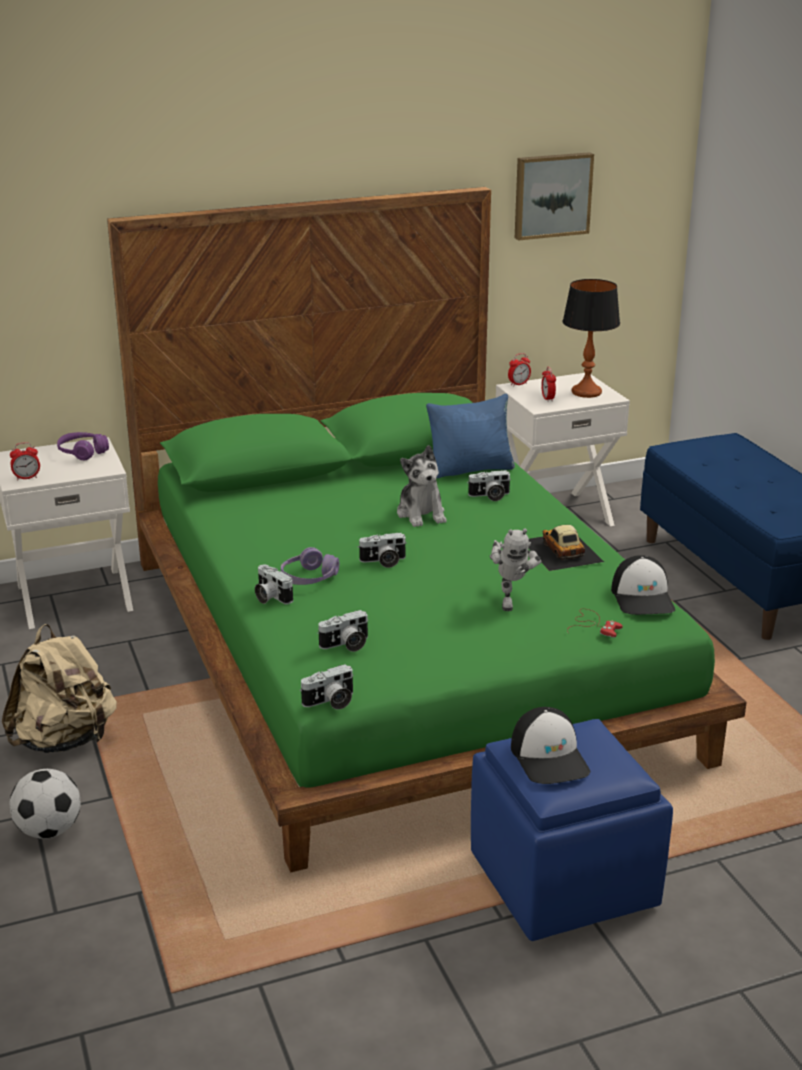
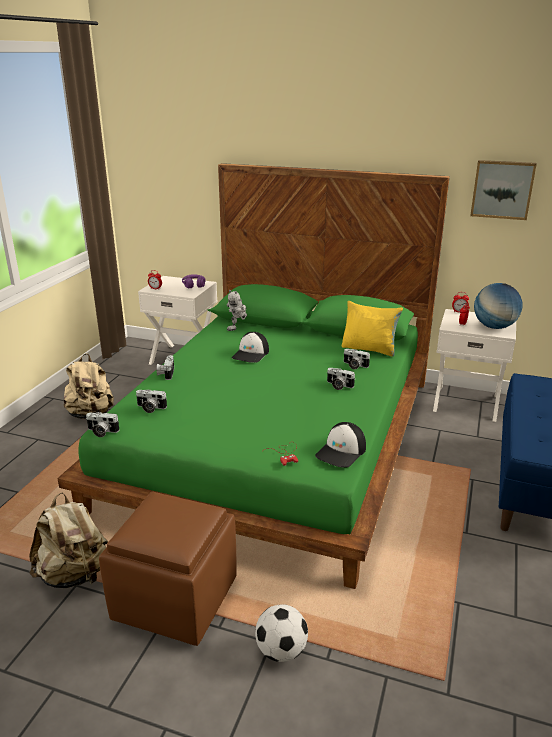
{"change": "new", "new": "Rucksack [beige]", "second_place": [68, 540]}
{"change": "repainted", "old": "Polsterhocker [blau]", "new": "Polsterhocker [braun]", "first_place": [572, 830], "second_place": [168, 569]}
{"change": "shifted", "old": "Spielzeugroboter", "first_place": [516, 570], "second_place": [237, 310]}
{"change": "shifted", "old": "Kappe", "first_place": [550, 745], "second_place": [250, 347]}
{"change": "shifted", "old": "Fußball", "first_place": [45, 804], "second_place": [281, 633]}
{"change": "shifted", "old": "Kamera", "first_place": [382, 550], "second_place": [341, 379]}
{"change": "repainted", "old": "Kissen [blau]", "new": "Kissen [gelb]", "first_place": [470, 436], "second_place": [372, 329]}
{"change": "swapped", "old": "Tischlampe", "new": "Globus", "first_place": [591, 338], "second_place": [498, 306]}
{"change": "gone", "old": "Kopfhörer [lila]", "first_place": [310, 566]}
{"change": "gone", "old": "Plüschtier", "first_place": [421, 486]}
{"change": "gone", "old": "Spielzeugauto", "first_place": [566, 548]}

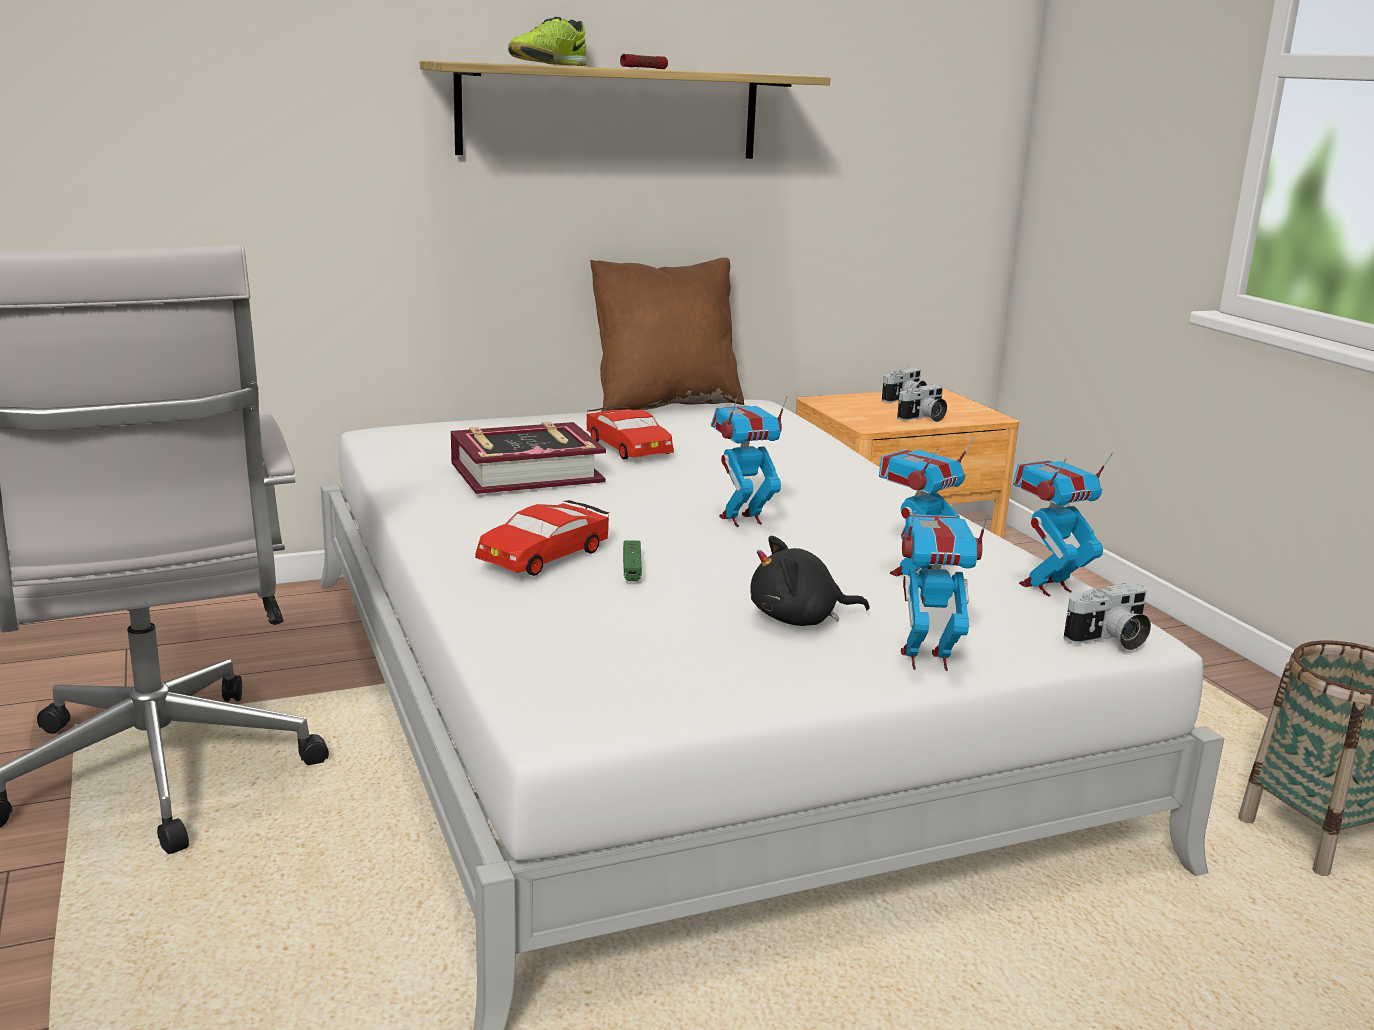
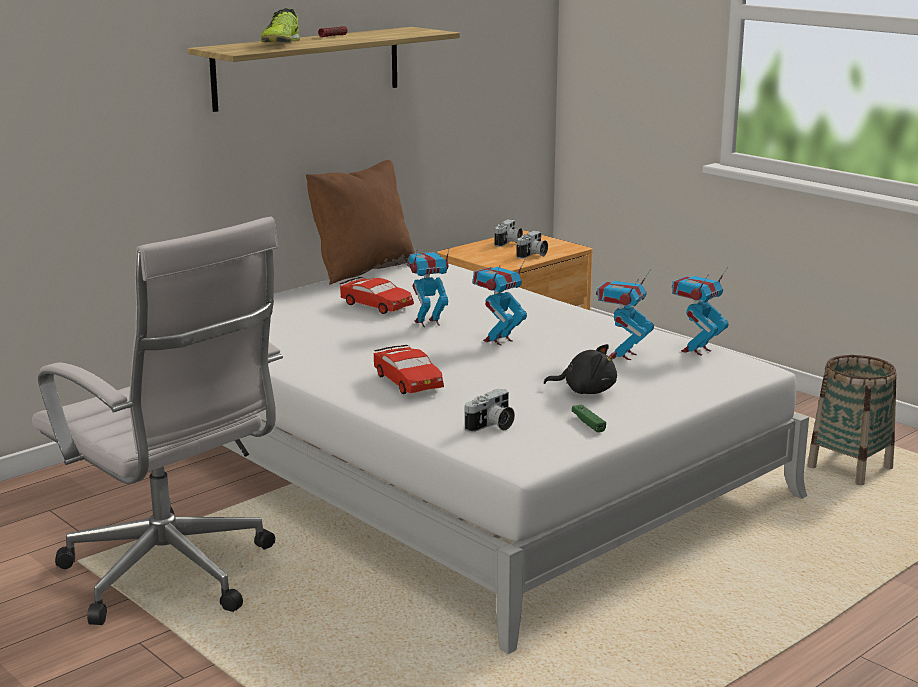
{"change": "rotated", "old": "Spielzeugauto [rot]", "first_place": [542, 538], "second_place": [409, 369], "degrees": -45}
{"change": "shifted", "old": "Spielzeugroboter", "first_place": [944, 591], "second_place": [428, 286]}
{"change": "shifted", "old": "Kamera", "first_place": [1107, 616], "second_place": [490, 410]}
{"change": "rotated", "old": "Plüschtier [schwarz]", "first_place": [810, 581], "second_place": [580, 369], "degrees": -135}
{"change": "shifted", "old": "Gamepad [grün]", "first_place": [632, 560], "second_place": [589, 418]}
{"change": "gone", "old": "Buch", "first_place": [528, 458]}

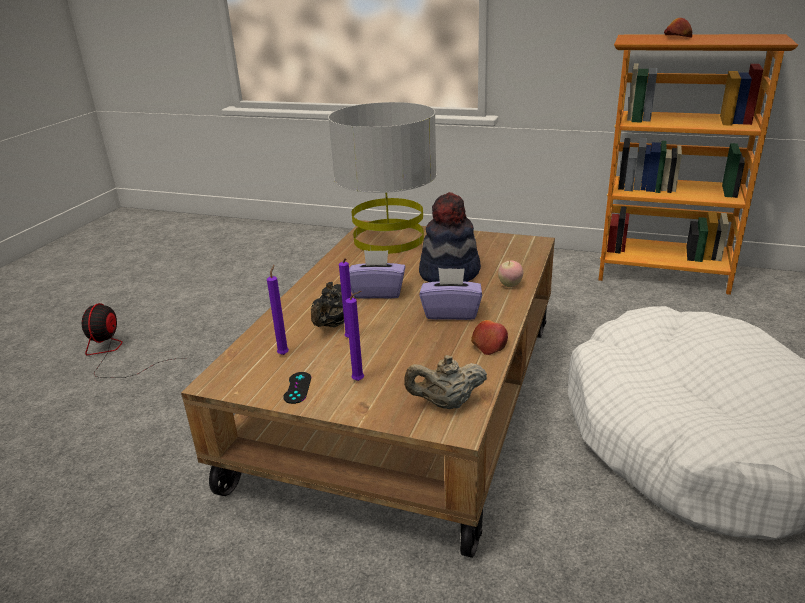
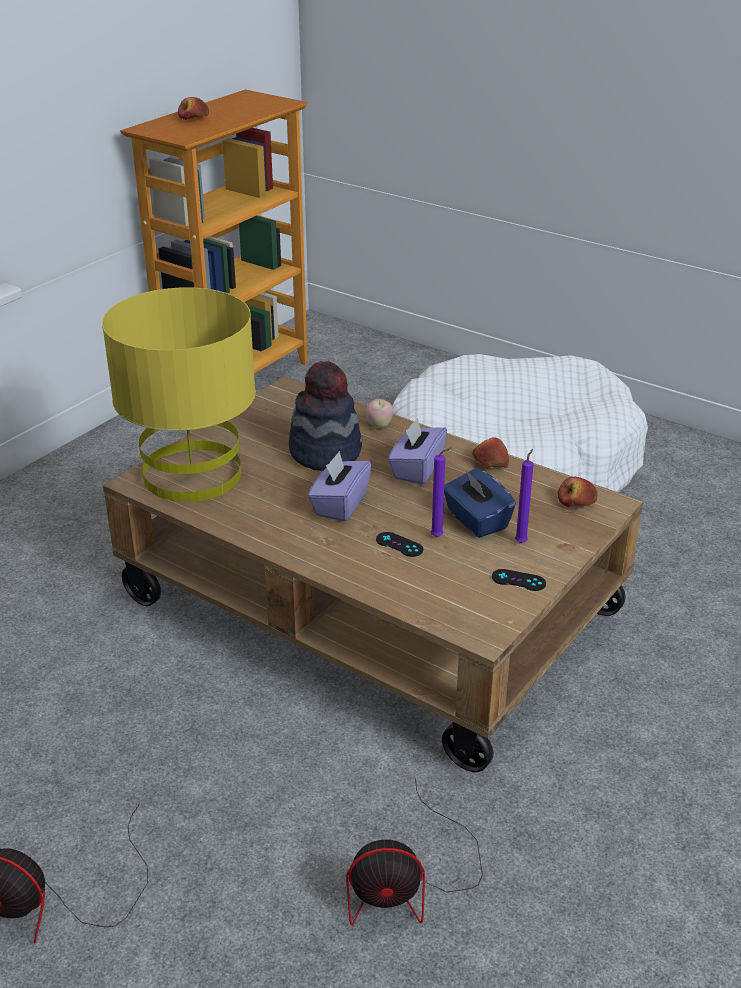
{"change": "repainted", "old": "Tischlampe [grau]", "new": "Tischlampe [gelb]", "first_place": [382, 178], "second_place": [179, 394]}
{"change": "new", "new": "Ventilator", "second_place": [414, 852]}
{"change": "swapped", "old": "Teekanne [schwarz]", "new": "Gamepad [schwarz]", "first_place": [327, 304], "second_place": [399, 544]}
{"change": "new", "new": "Taschentuchbox [blau]", "second_place": [480, 503]}
{"change": "swapped", "old": "Teekanne [beige]", "new": "Apfel", "first_place": [445, 382], "second_place": [577, 492]}
{"change": "gone", "old": "Kerze [lila]", "first_place": [278, 310]}

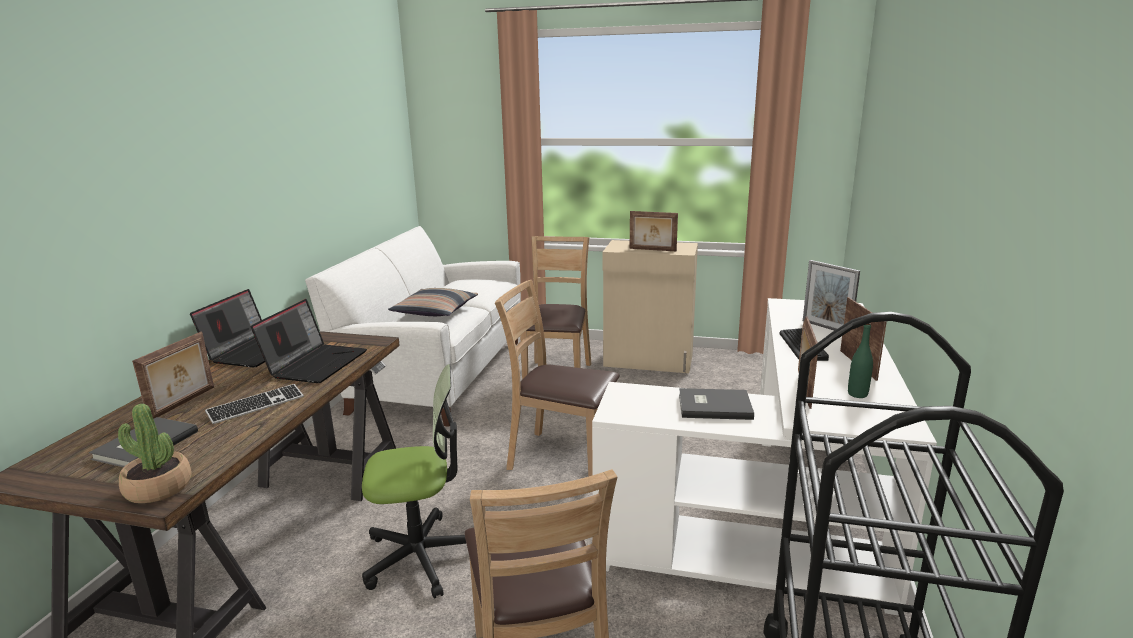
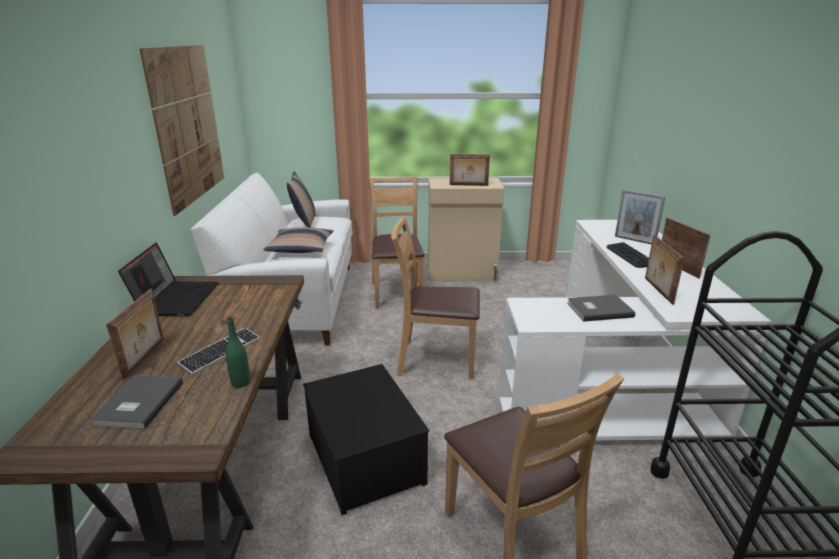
{"change": "new", "new": "Bild", "second_place": [182, 130]}
{"change": "shifted", "old": "Flasche [grün]", "first_place": [860, 360], "second_place": [238, 352]}
{"change": "new", "new": "Kissen", "second_place": [301, 199]}
{"change": "swapped", "old": "Bürostuhl", "new": "Aufbewahrungsbox", "first_place": [414, 481], "second_place": [366, 439]}
{"change": "gone", "old": "Topfpflanze", "first_place": [155, 453]}
{"change": "gone", "old": "Laptop", "first_place": [309, 341]}

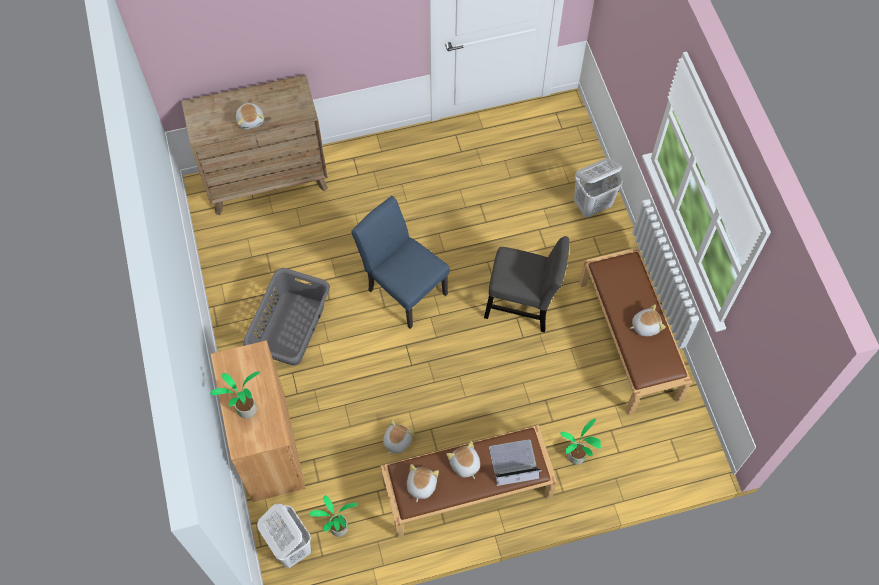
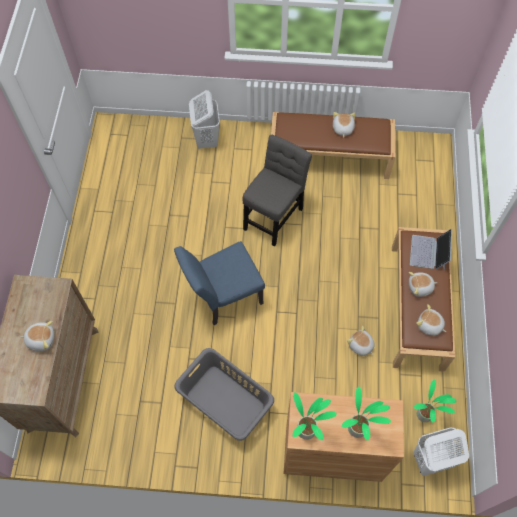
{"change": "shifted", "old": "Topfpflanze", "first_place": [580, 442], "second_place": [315, 416]}

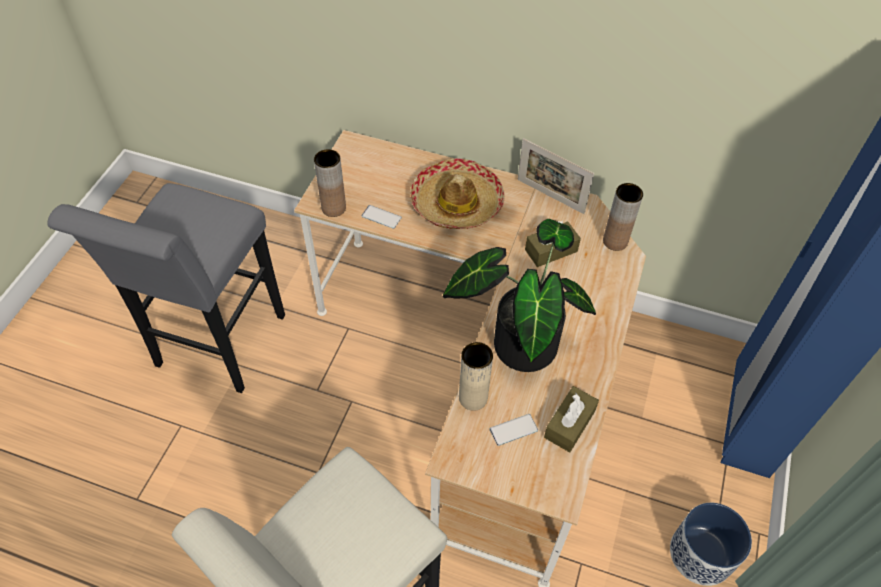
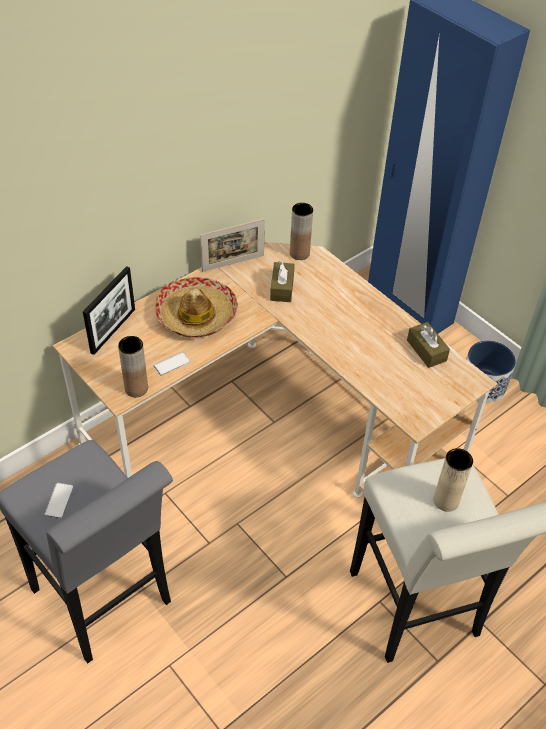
{"change": "shifted", "old": "Handy", "first_place": [514, 430], "second_place": [59, 501]}
{"change": "new", "new": "Bilderrahmen", "second_place": [109, 310]}
{"change": "shifted", "old": "Vase [beige]", "first_place": [476, 376], "second_place": [453, 480]}
{"change": "gone", "old": "Topfpflanze", "first_place": [519, 295]}

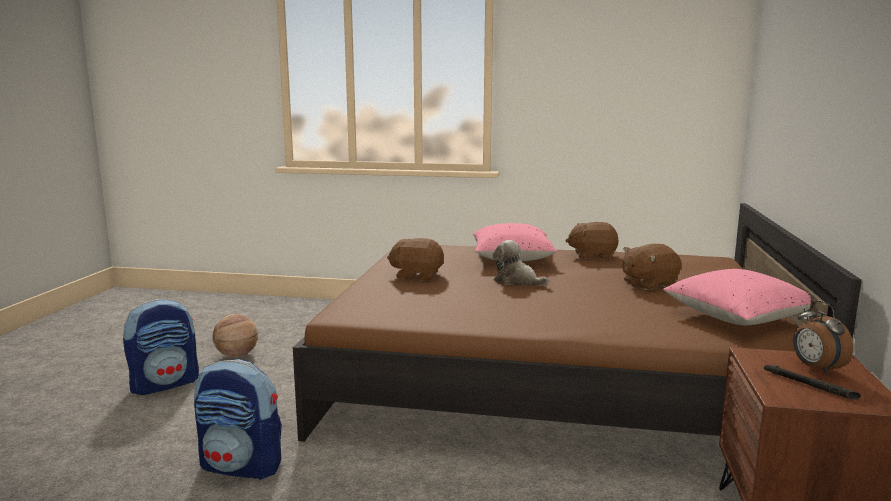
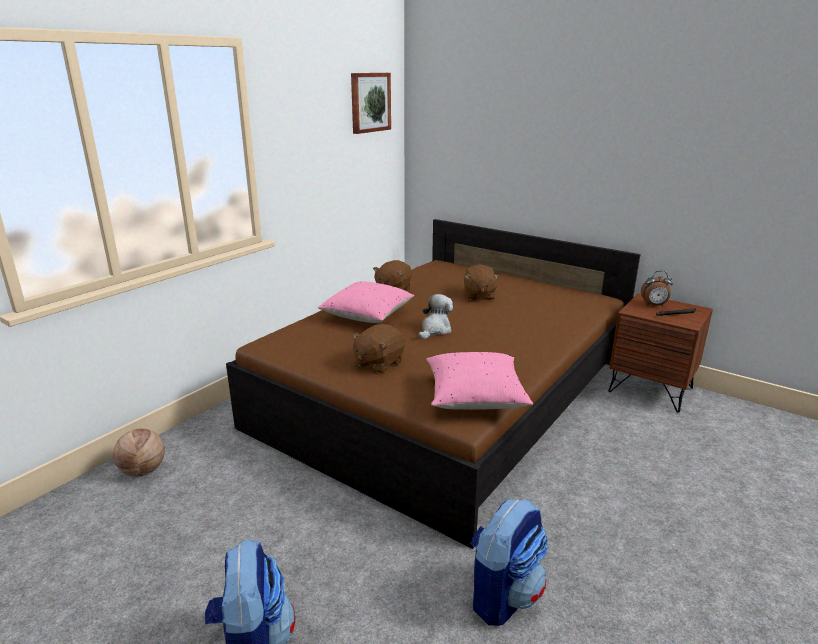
{"change": "shifted", "old": "Basketball", "first_place": [235, 335], "second_place": [139, 452]}
{"change": "new", "new": "Bild", "second_place": [371, 103]}
{"change": "rotated", "old": "Plüschtier", "first_place": [521, 263], "second_place": [436, 316], "degrees": 150}
{"change": "shifted", "old": "Kissen [rosa]", "first_place": [737, 297], "second_place": [479, 381]}

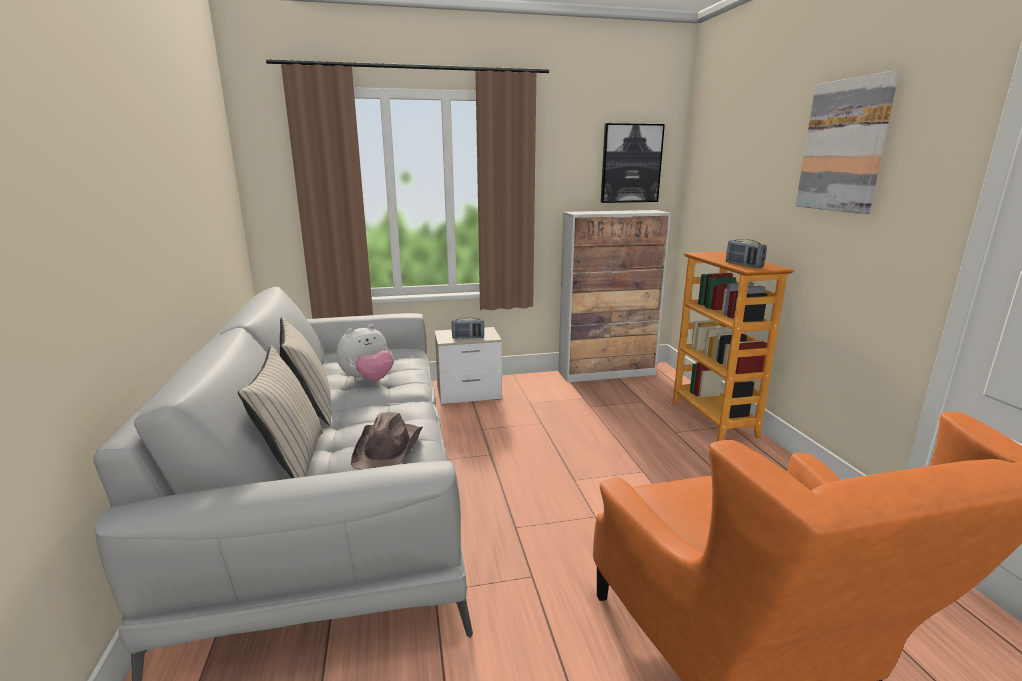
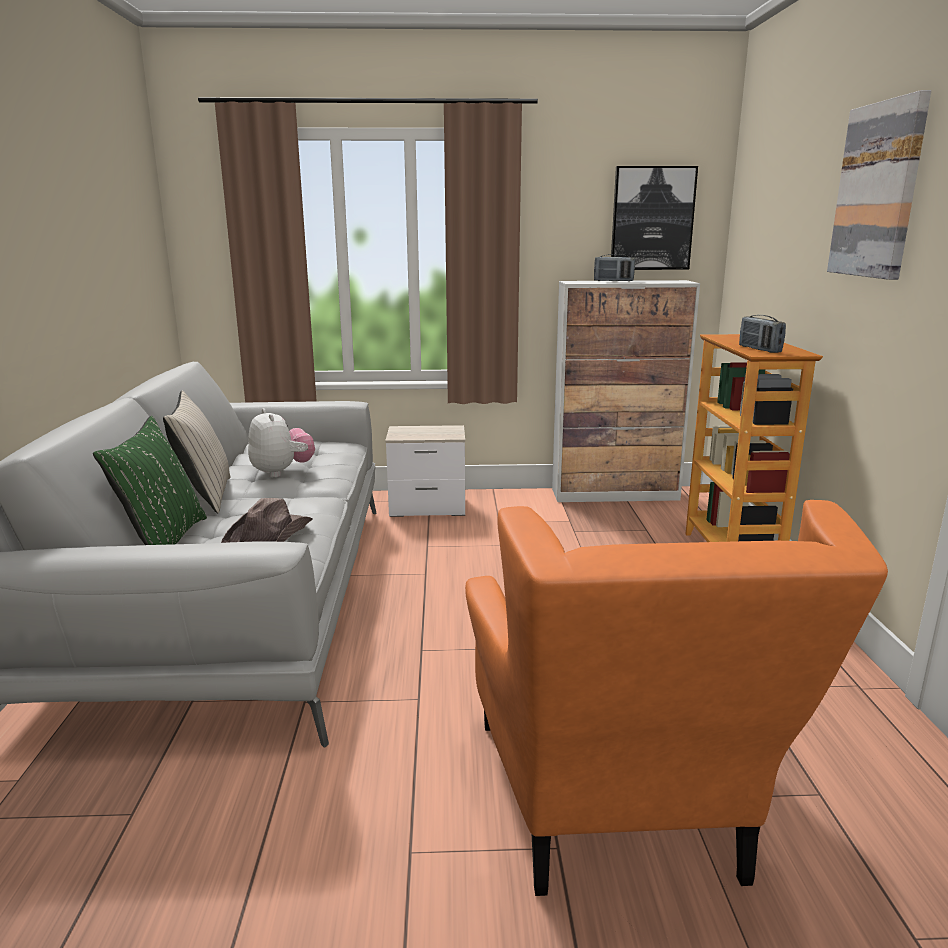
{"change": "repainted", "old": "Kissen [beige]", "new": "Kissen [grün]", "first_place": [280, 412], "second_place": [150, 480]}
{"change": "rotated", "old": "Plüschtier", "first_place": [365, 352], "second_place": [281, 442], "degrees": -90}
{"change": "shifted", "old": "Radio", "first_place": [468, 328], "second_place": [614, 267]}

